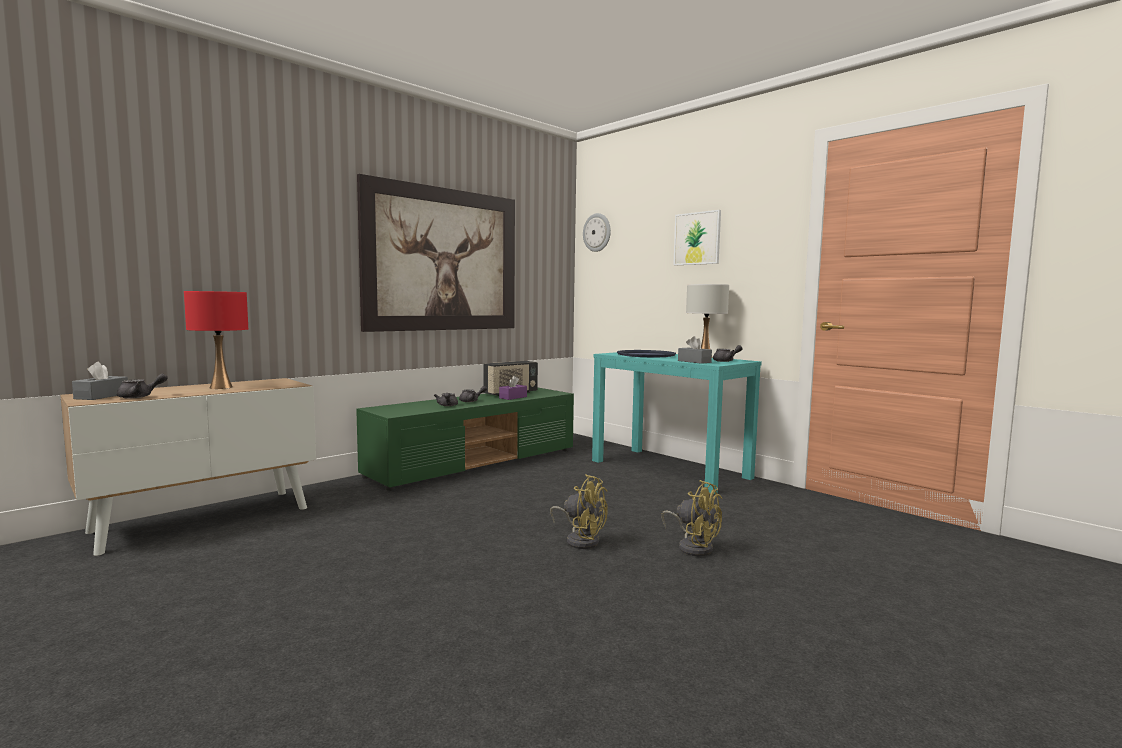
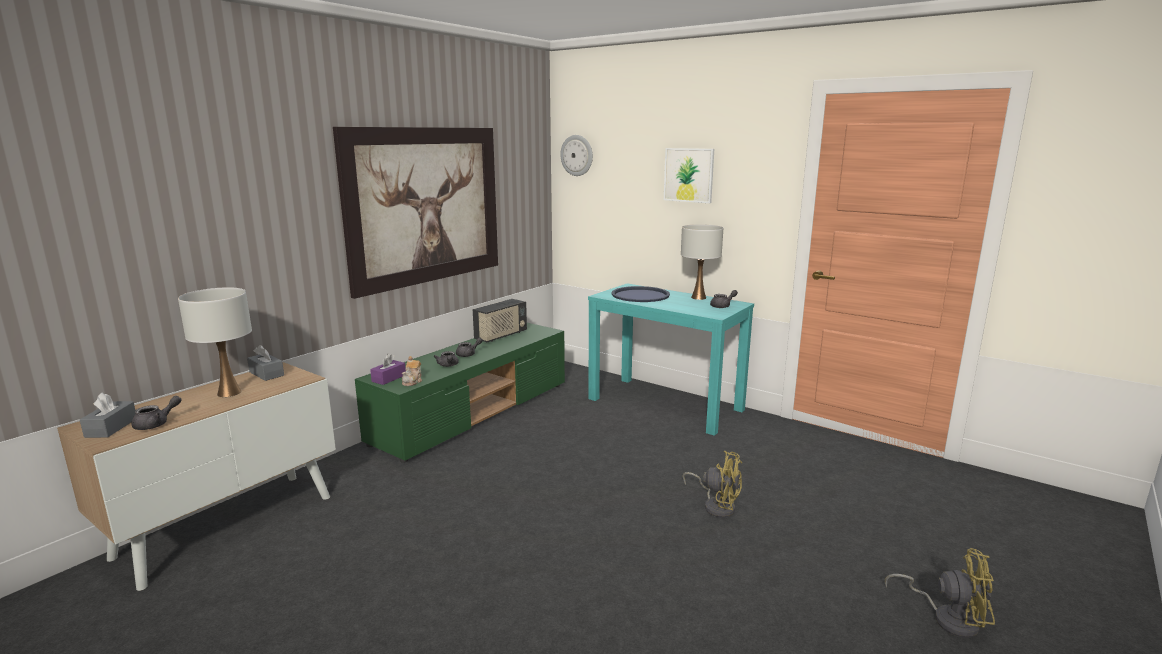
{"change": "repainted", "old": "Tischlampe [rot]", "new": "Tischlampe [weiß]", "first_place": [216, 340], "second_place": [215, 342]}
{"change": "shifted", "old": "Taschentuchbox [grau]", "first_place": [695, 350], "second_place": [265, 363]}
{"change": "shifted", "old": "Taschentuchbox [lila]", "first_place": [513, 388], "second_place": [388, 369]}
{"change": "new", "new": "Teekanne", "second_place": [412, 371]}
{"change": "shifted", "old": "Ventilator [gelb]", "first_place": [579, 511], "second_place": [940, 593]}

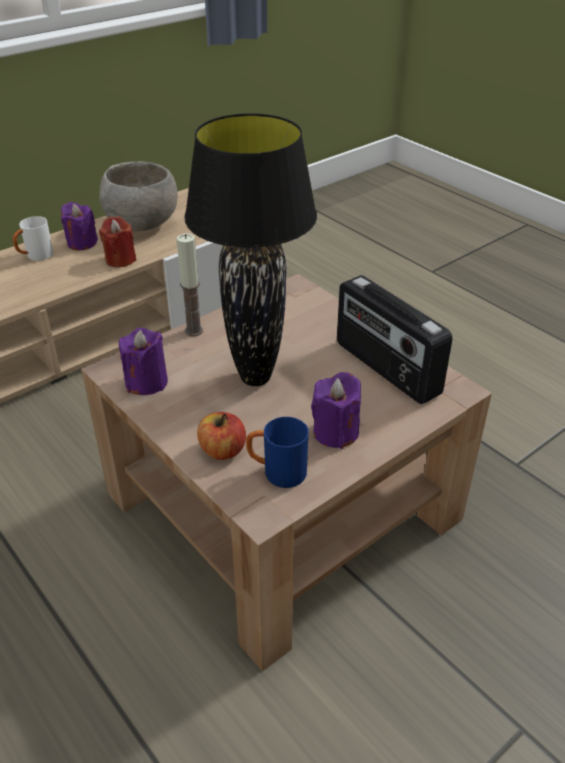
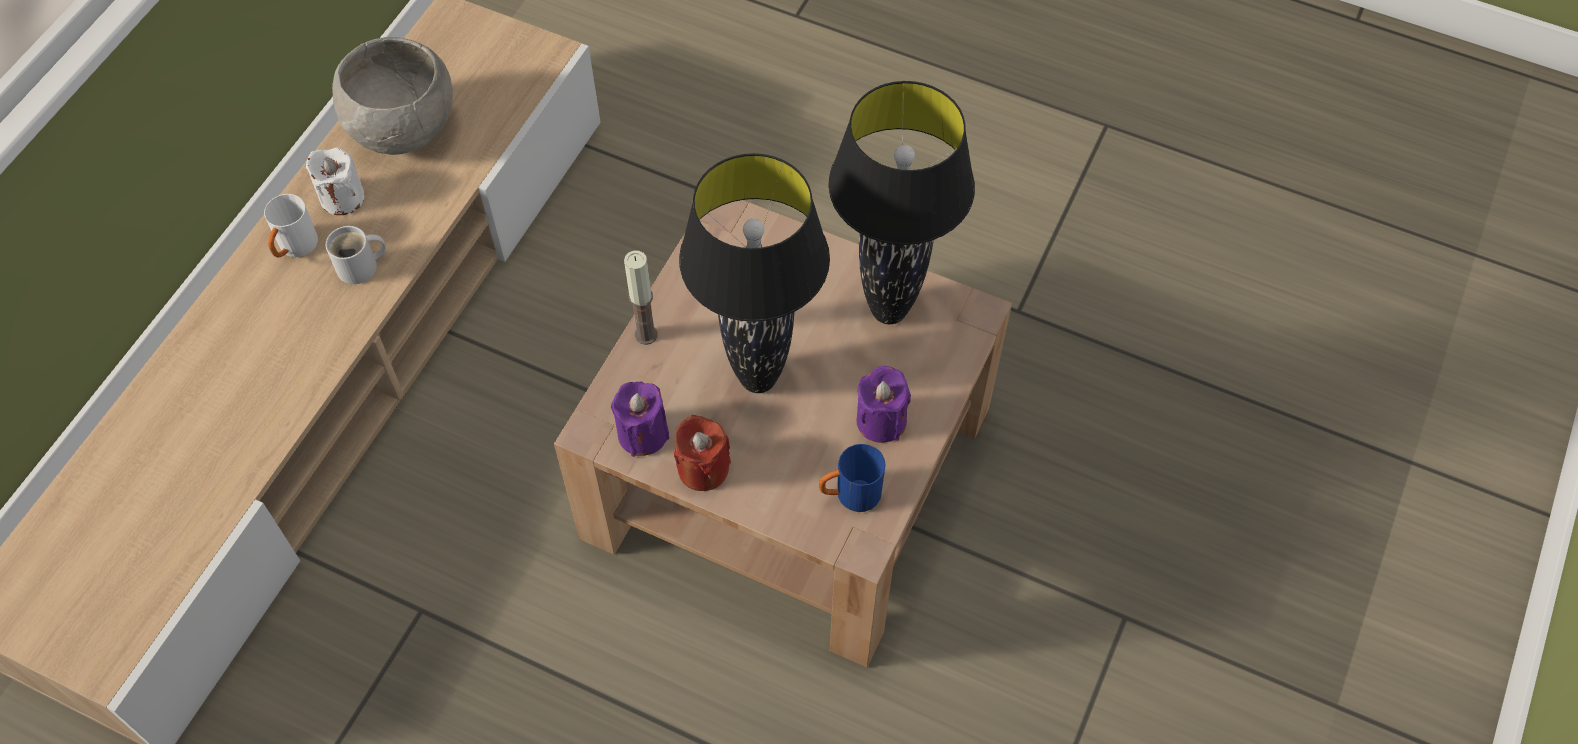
{"change": "repainted", "old": "Kerze [lila]", "new": "Kerze [weiß]", "first_place": [79, 226], "second_place": [335, 181]}
{"change": "new", "new": "Henkelbecher [weiß]", "second_place": [356, 255]}
{"change": "shifted", "old": "Kerze [rot]", "first_place": [118, 242], "second_place": [702, 453]}
{"change": "swapped", "old": "Radio", "new": "Tischlampe [schwarz]", "first_place": [394, 339], "second_place": [901, 202]}
{"change": "gone", "old": "Apfel", "first_place": [221, 436]}

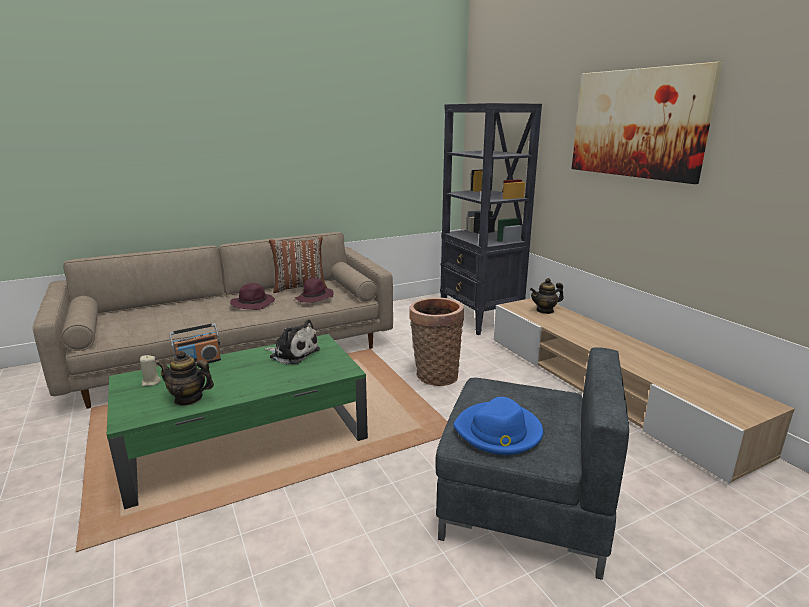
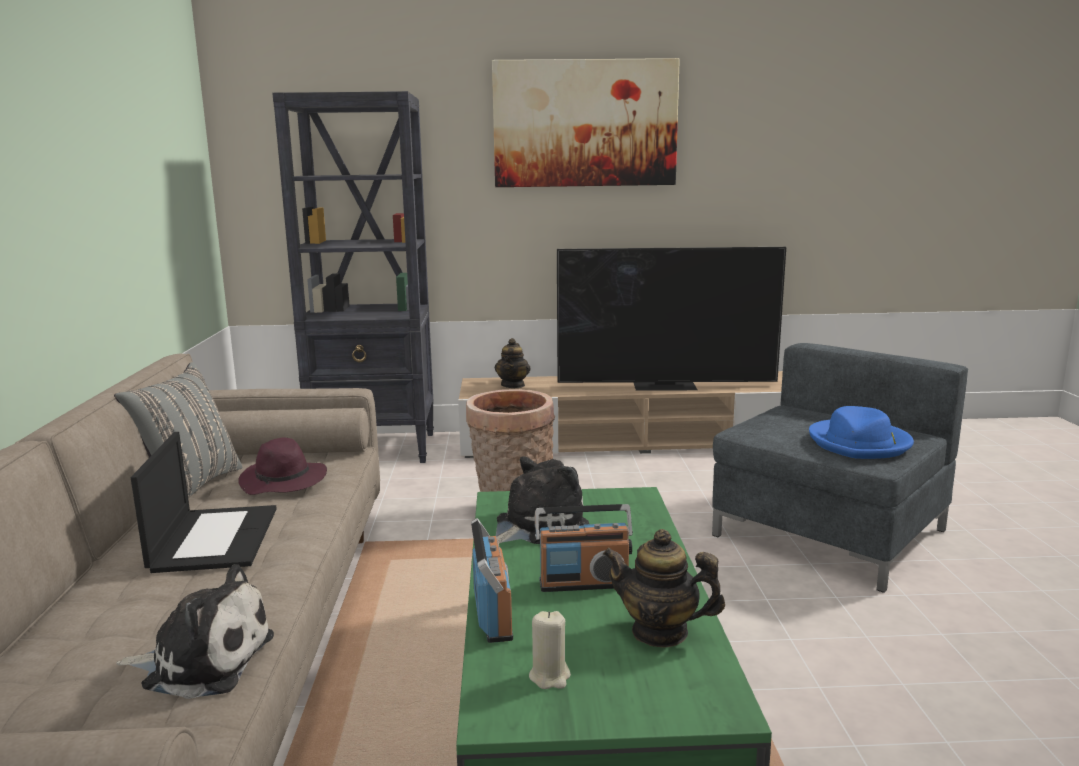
{"change": "repainted", "old": "Kissen [braun]", "new": "Kissen [grau]", "first_place": [298, 264], "second_place": [178, 430]}
{"change": "new", "new": "Plüschtier", "second_place": [195, 631]}
{"change": "swapped", "old": "Hut [lila]", "new": "Laptop", "first_place": [252, 296], "second_place": [204, 502]}
{"change": "new", "new": "Radio", "second_place": [584, 548]}
{"change": "new", "new": "Fernseher", "second_place": [671, 319]}
{"change": "rotated", "old": "Teekanne", "first_place": [185, 378], "second_place": [664, 588], "degrees": 75}

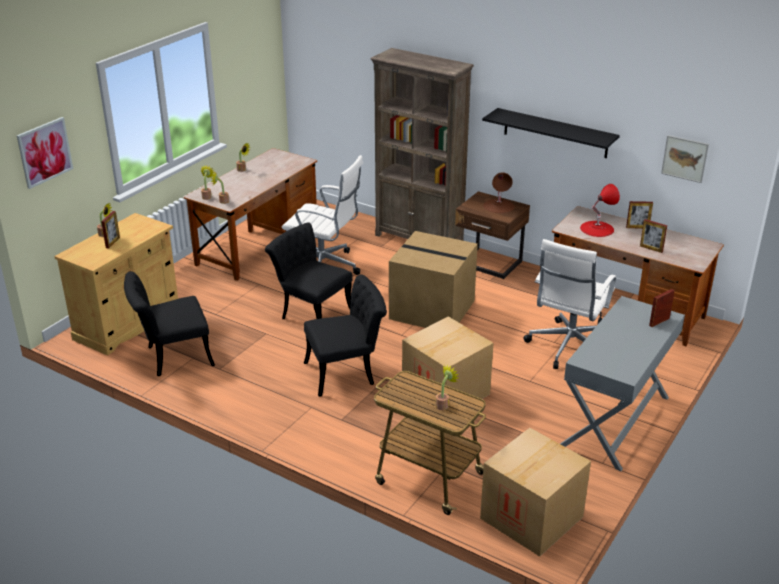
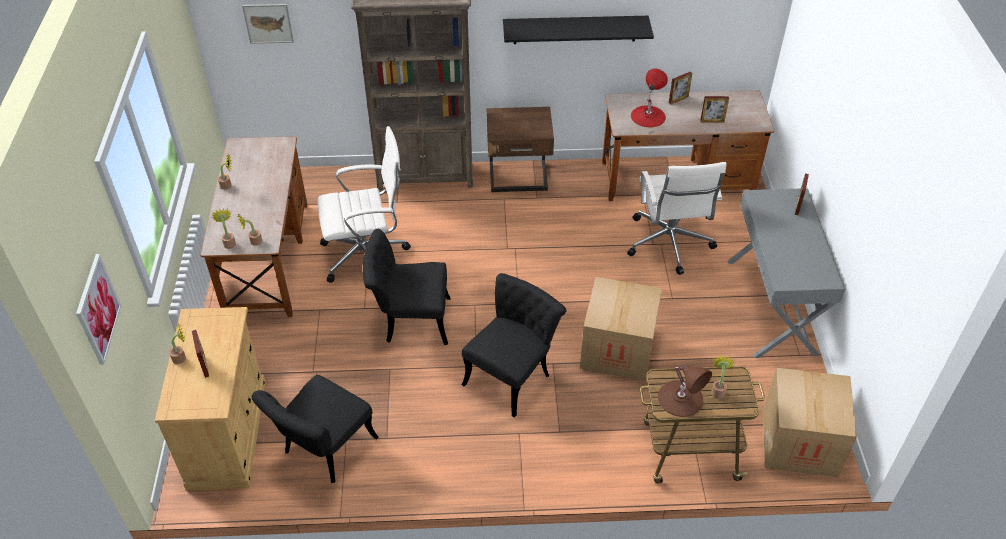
{"change": "shifted", "old": "Bild", "first_place": [685, 159], "second_place": [268, 24]}
{"change": "shifted", "old": "Tischlampe [braun]", "first_place": [498, 192], "second_place": [685, 391]}
{"change": "gone", "old": "Karton", "first_place": [433, 279]}

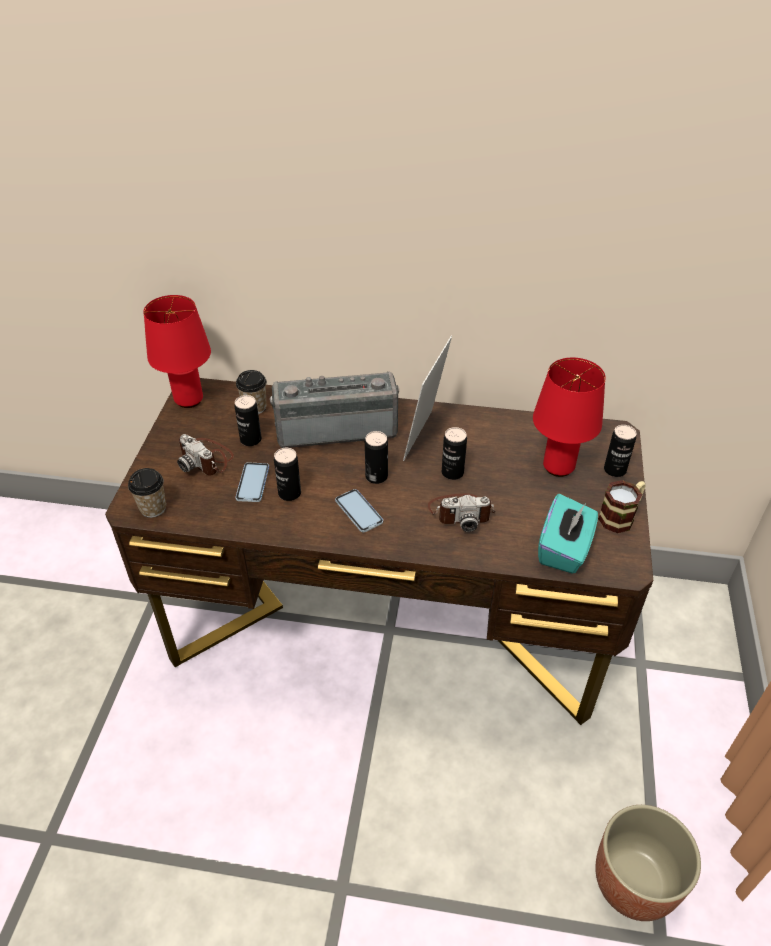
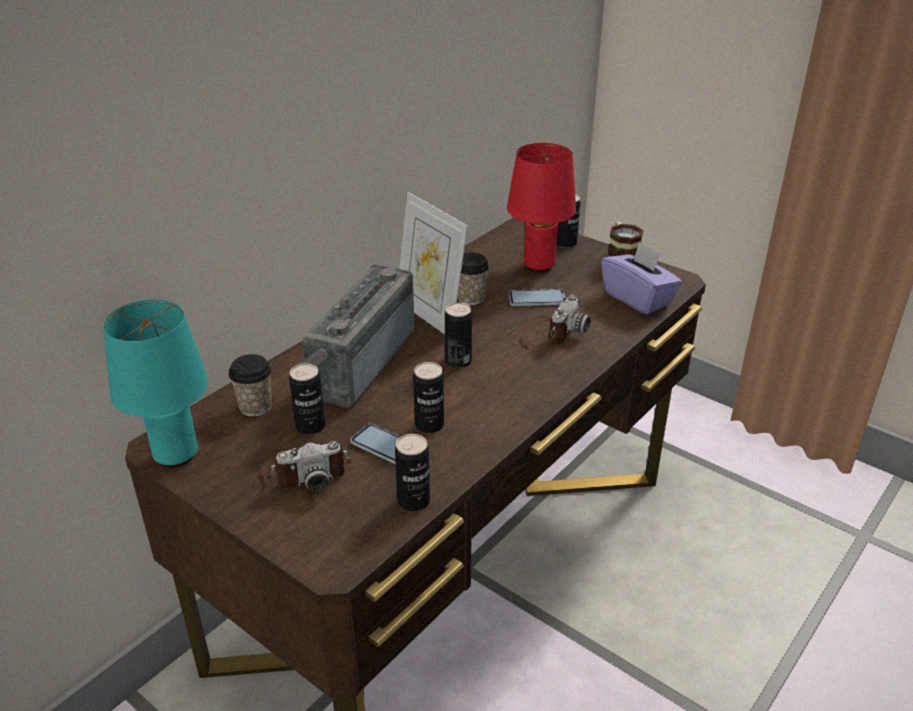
{"change": "repainted", "old": "Tischlampe [rot]", "new": "Tischlampe [türkis]", "first_place": [177, 351], "second_place": [155, 384]}
{"change": "shifted", "old": "Dose", "first_place": [454, 453], "second_place": [412, 473]}
{"change": "shifted", "old": "Tasse", "first_place": [147, 493], "second_place": [473, 278]}
{"change": "shifted", "old": "Handy", "first_place": [359, 511], "second_place": [537, 297]}
{"change": "repainted", "old": "Taschentuchbox [türkis]", "new": "Taschentuchbox [lila]", "first_place": [568, 534], "second_place": [641, 278]}
{"change": "gone", "old": "Pflanzkübel", "first_place": [648, 863]}

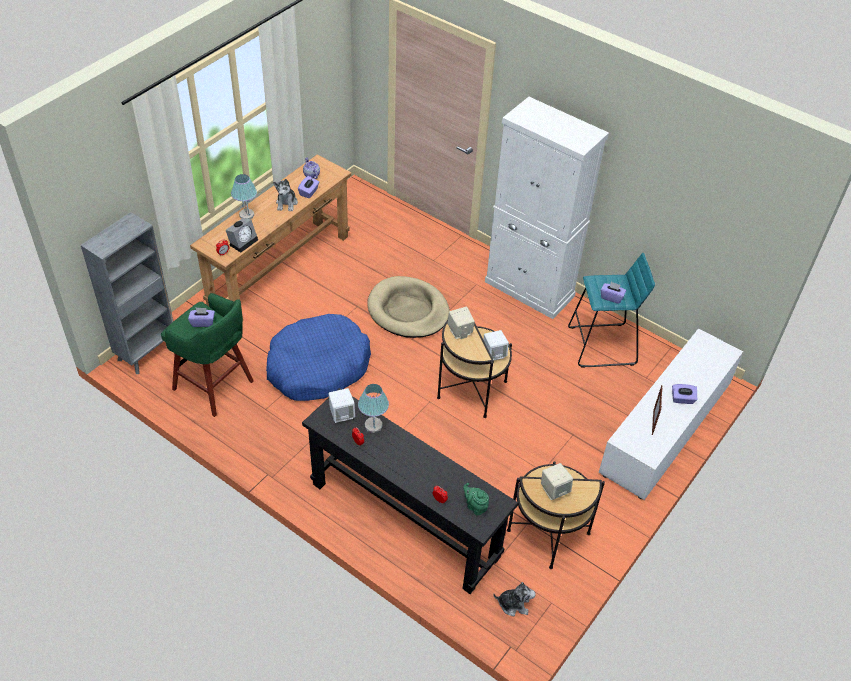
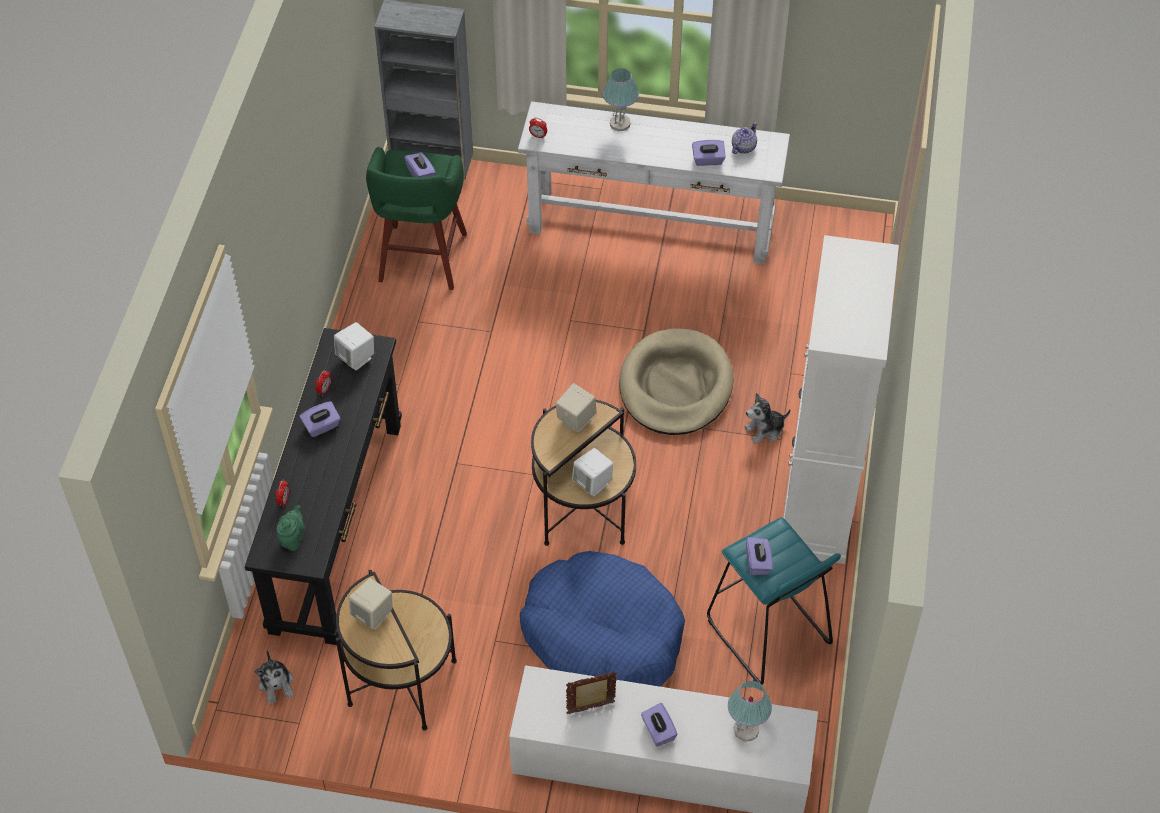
{"change": "new", "new": "Taschentuchbox [lila]", "second_place": [320, 419]}
{"change": "repainted", "old": "Konsolentisch [braun]", "new": "Konsolentisch [weiß]", "first_place": [270, 236], "second_place": [654, 182]}
{"change": "shifted", "old": "Hundebett [blau]", "first_place": [318, 357], "second_place": [602, 619]}
{"change": "shifted", "old": "Tischlampe", "first_place": [373, 408], "second_place": [750, 711]}
{"change": "shifted", "old": "Plüschtier", "first_place": [285, 195], "second_place": [767, 418]}
{"change": "gone", "old": "Wecker", "first_place": [242, 235]}

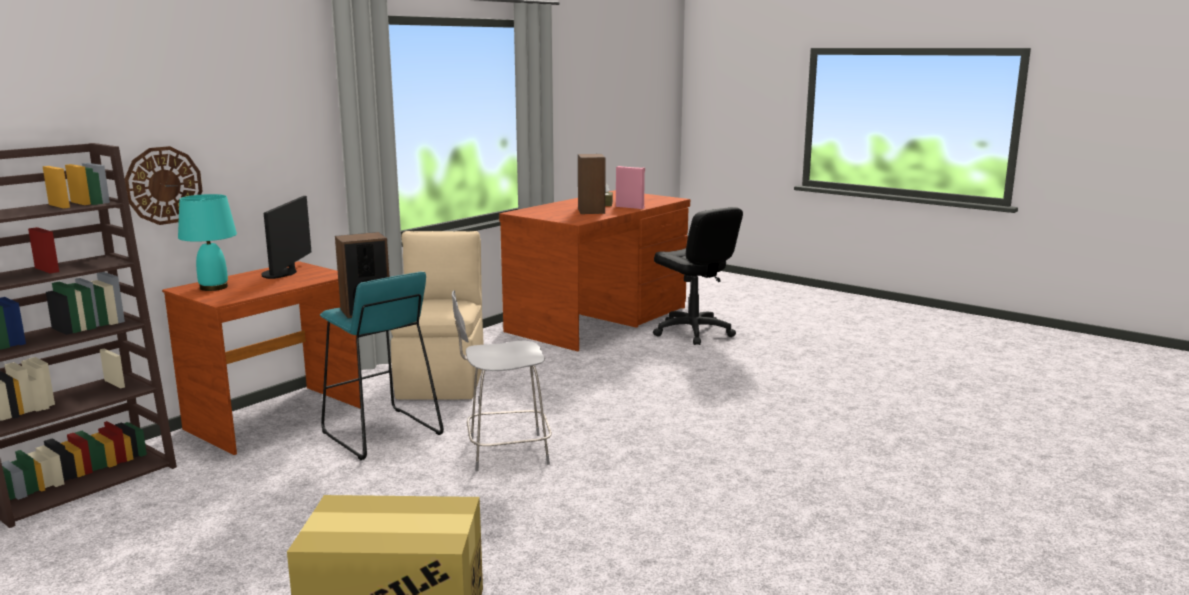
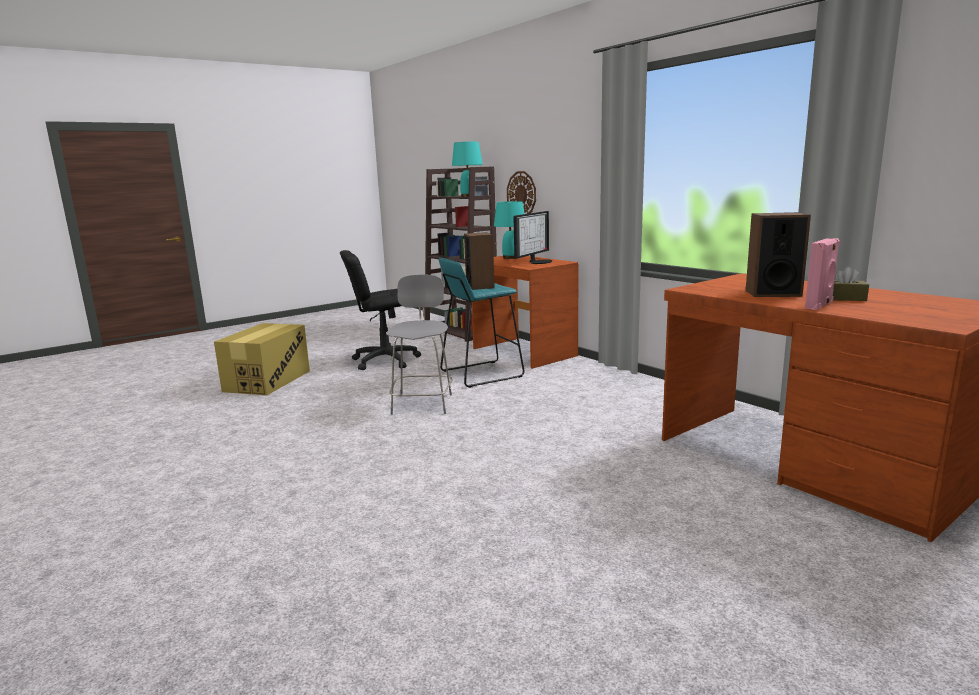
{"change": "shifted", "old": "Bürostuhl [schwarz]", "first_place": [698, 276], "second_place": [380, 310]}
{"change": "new", "new": "Tischlampe [türkis]", "second_place": [467, 169]}
{"change": "rotated", "old": "Monitor", "first_place": [286, 237], "second_place": [532, 237], "degrees": 105}
{"change": "gone", "old": "Stuhl [beige]", "first_place": [437, 315]}

